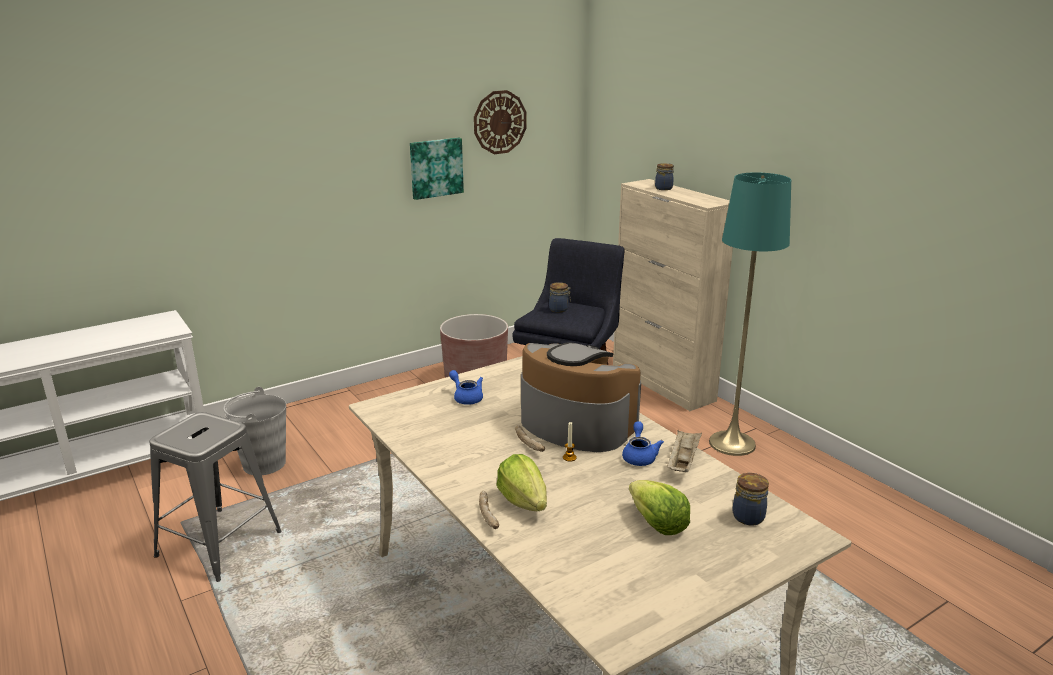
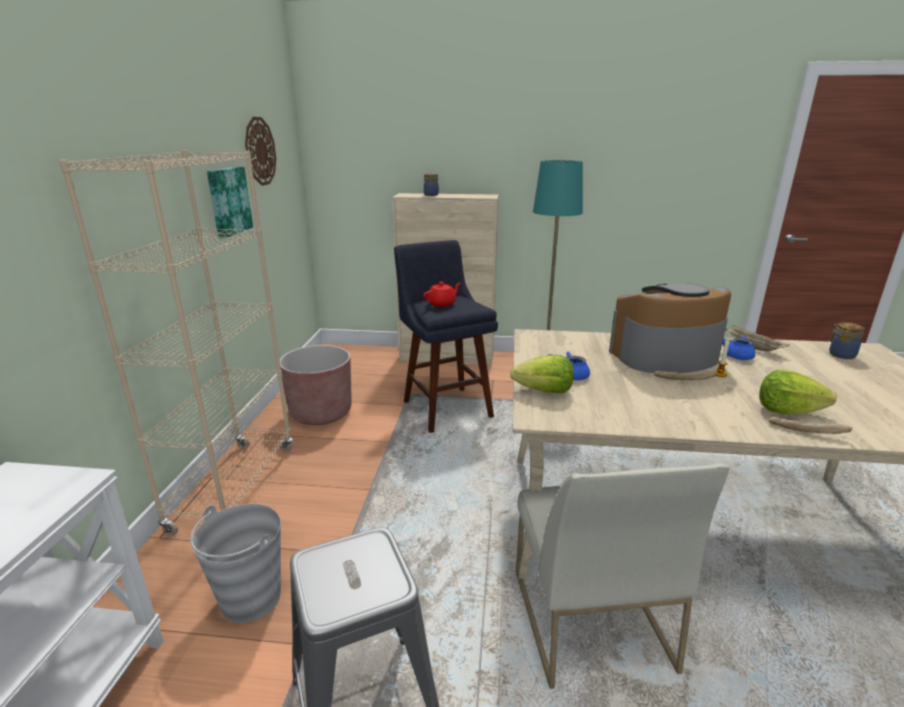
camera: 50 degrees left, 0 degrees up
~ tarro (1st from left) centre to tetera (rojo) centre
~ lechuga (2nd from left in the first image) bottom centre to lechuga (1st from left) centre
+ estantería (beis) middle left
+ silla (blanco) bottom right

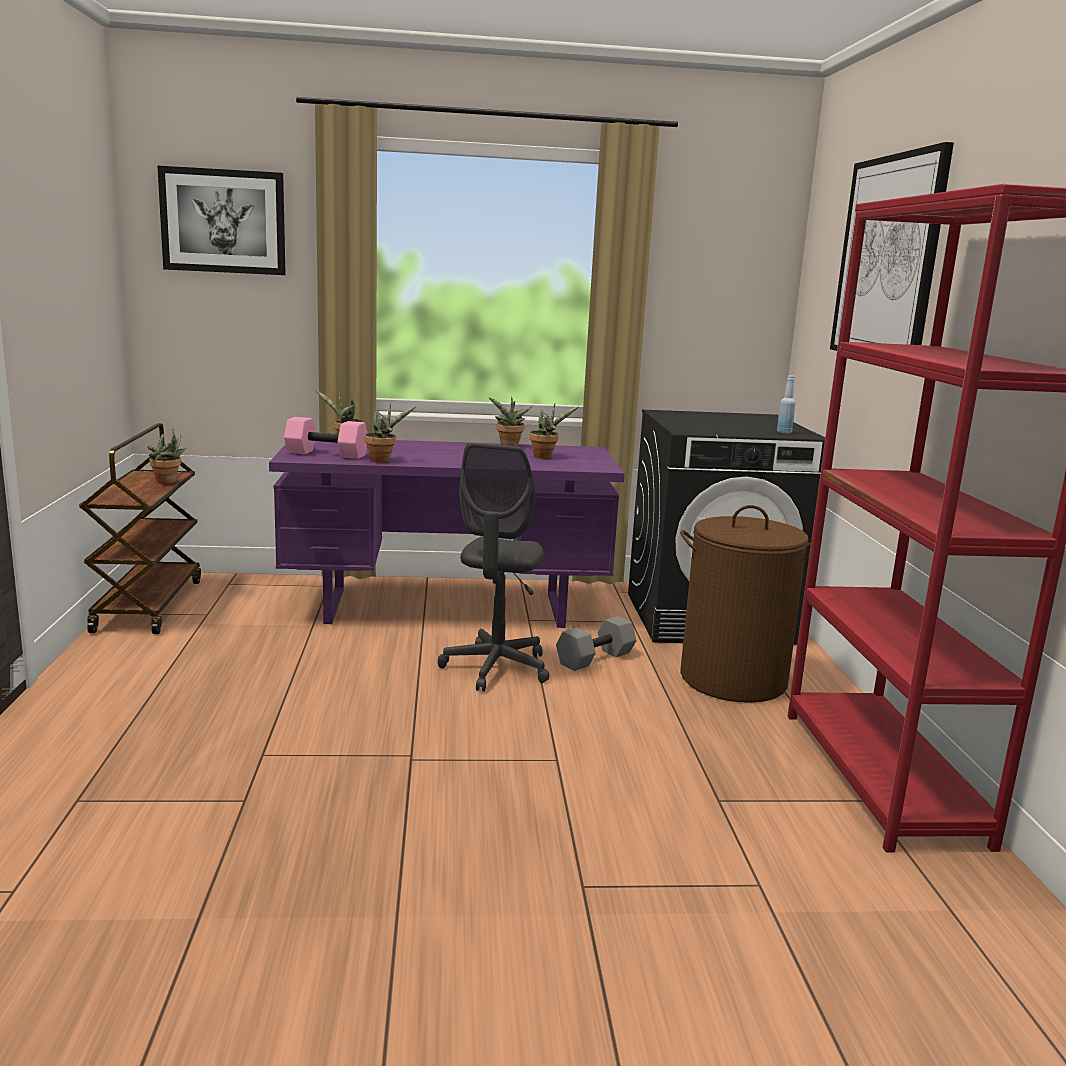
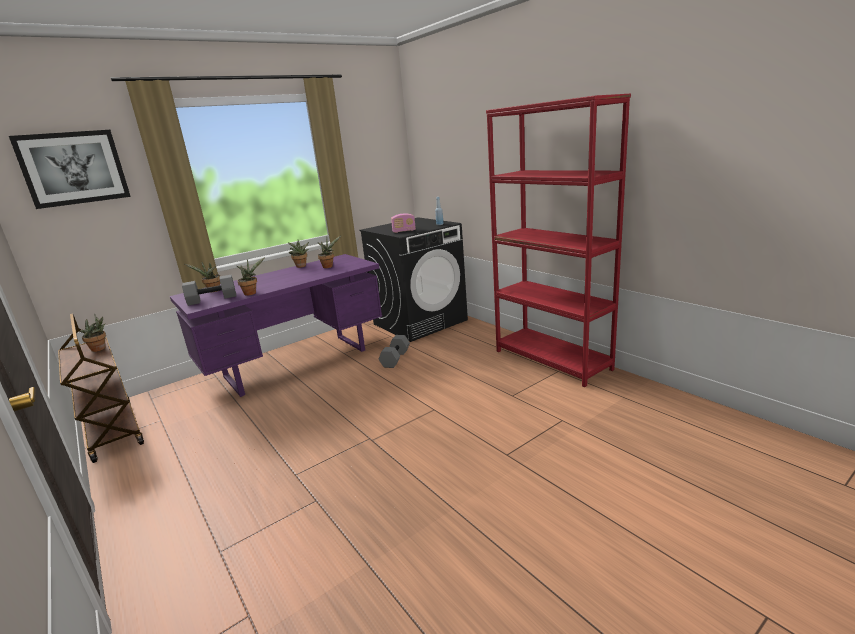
camera: 30 degrees left, 5 degrees up
- cuadro (2nd from left) top right
~ mancuerna (rosa) middle left to mancuerna (gris) (1st from left) middle left
- silla de oficina (gris) centre
- cesto de la ropa (marrón) middle right
+ radio centre

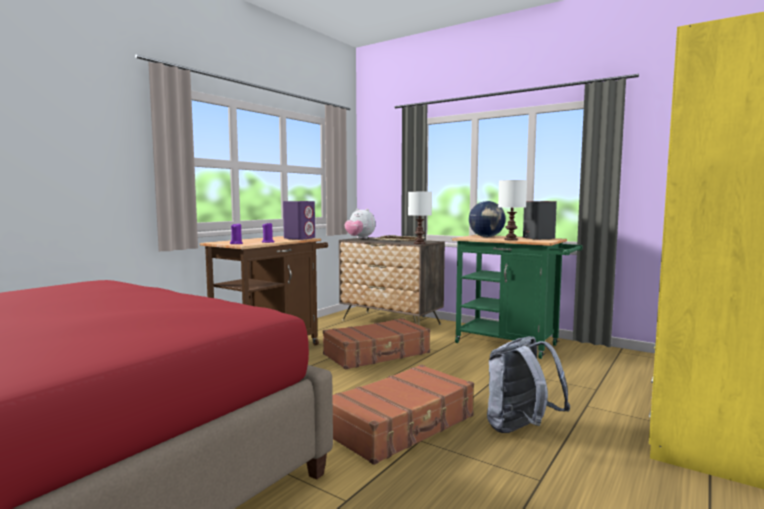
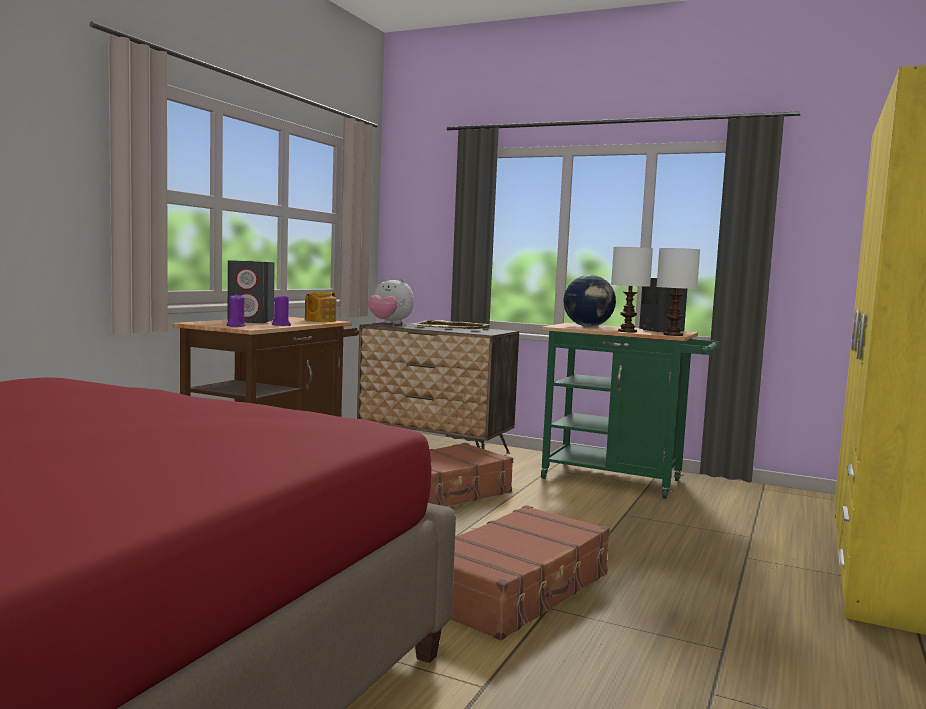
camera: 10 degrees left, 0 degrees up
~ lámpara de mesa (blanco) (1st from left in the first image) centre to lámpara de mesa (blanco) (2nd from left) middle right
~ altavoz (morado) centre to tetera centre
- mochila (gris) bottom right
+ altavoz (gris) (1st from left) middle left

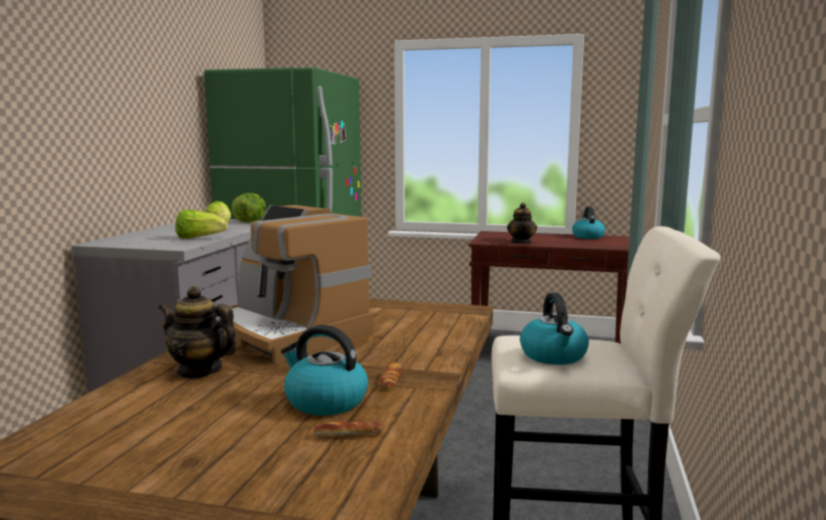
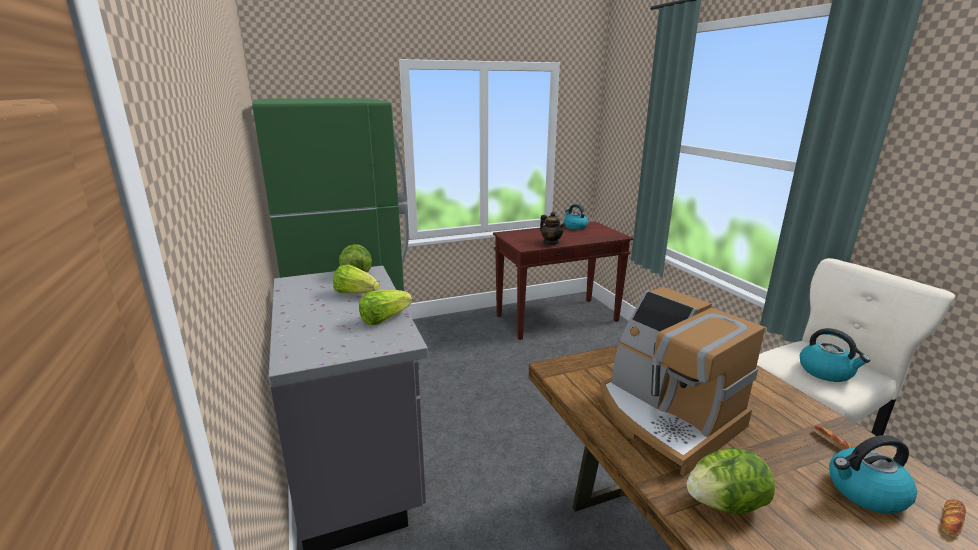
camera: 35 degrees left, 10 degrees up
~ cafetera centre = bottom right 45 degrees clockwise
~ tetera (1st from left) middle left to lechuga (4th from left) bottom right

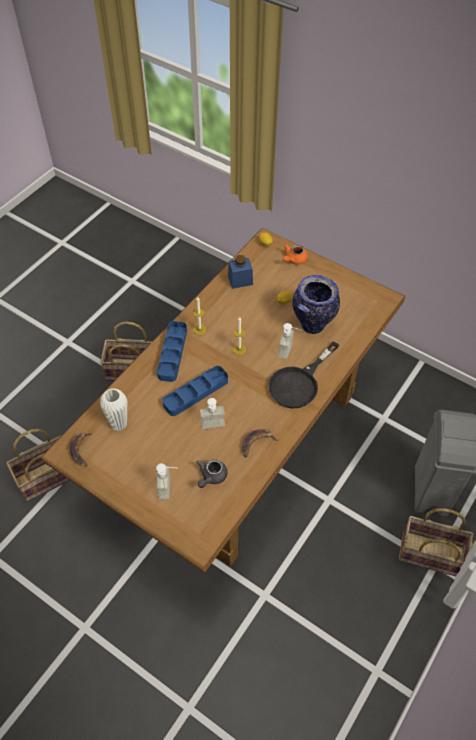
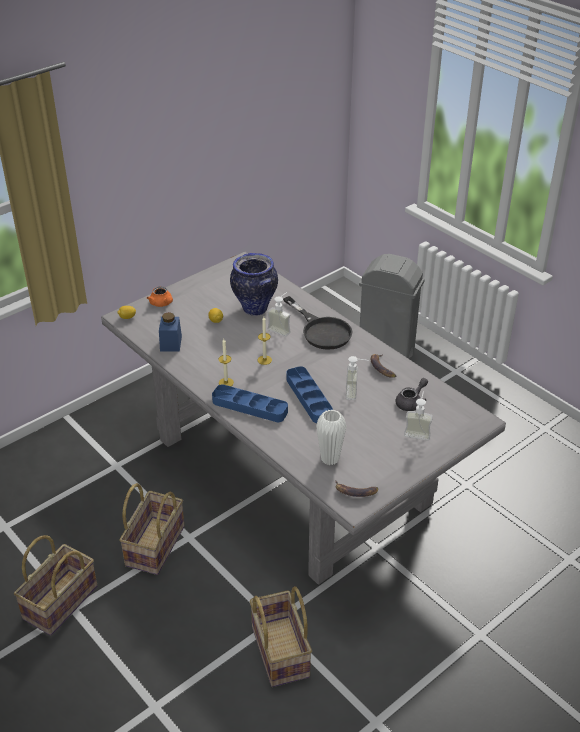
camera: 75 degrees left, 15 degrees down
~ mesa de comedor (marrón) centre to mesa de comedor (gris) centre
~ tetera (gris) centre = middle right 90 degrees counterclockwise
~ cesta (3rd from left in the first image) bottom right to cesta (1st from left) bottom left

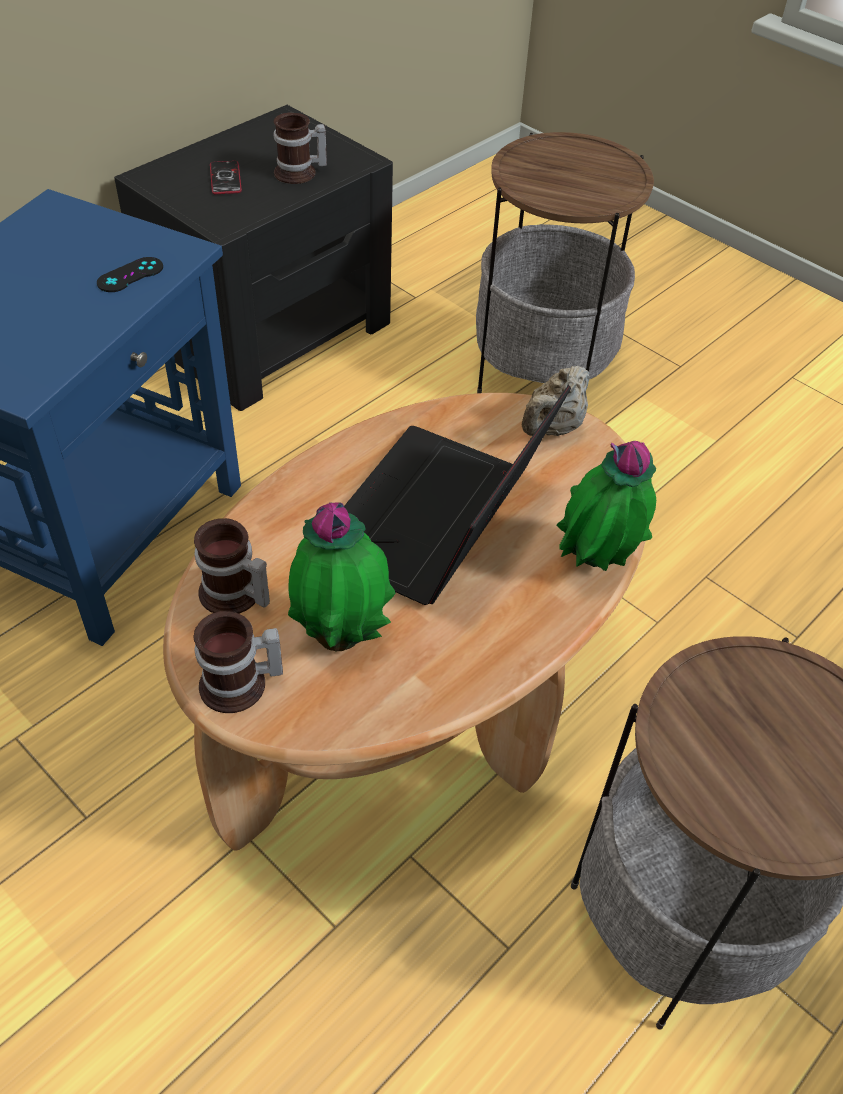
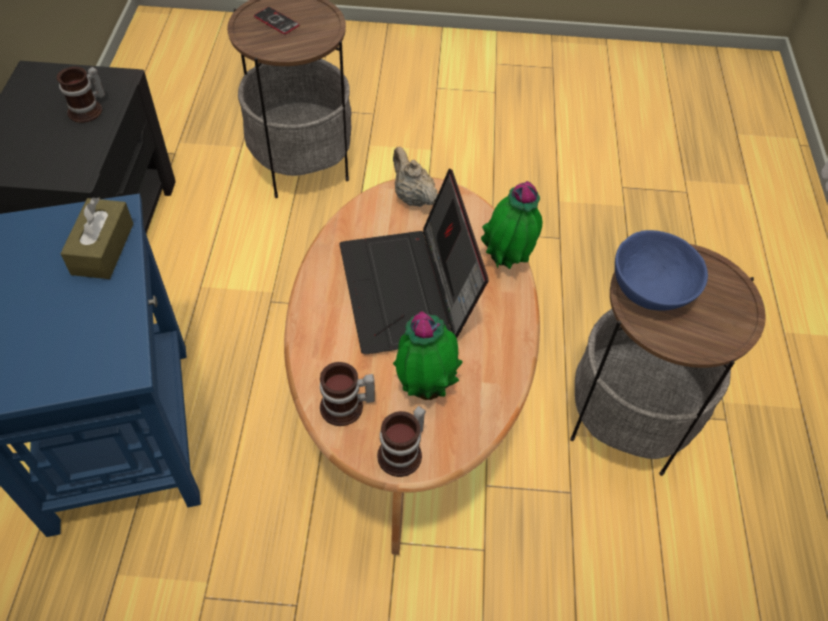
camera: 40 degrees left, 5 degrees up
~ móvil top left to top centre
~ mando de consola (negro) top left to caja de pañuelos (marrón) middle left
~ tetera (beis) centre = top centre 150 degrees clockwise
+ cuenco (azul) middle right

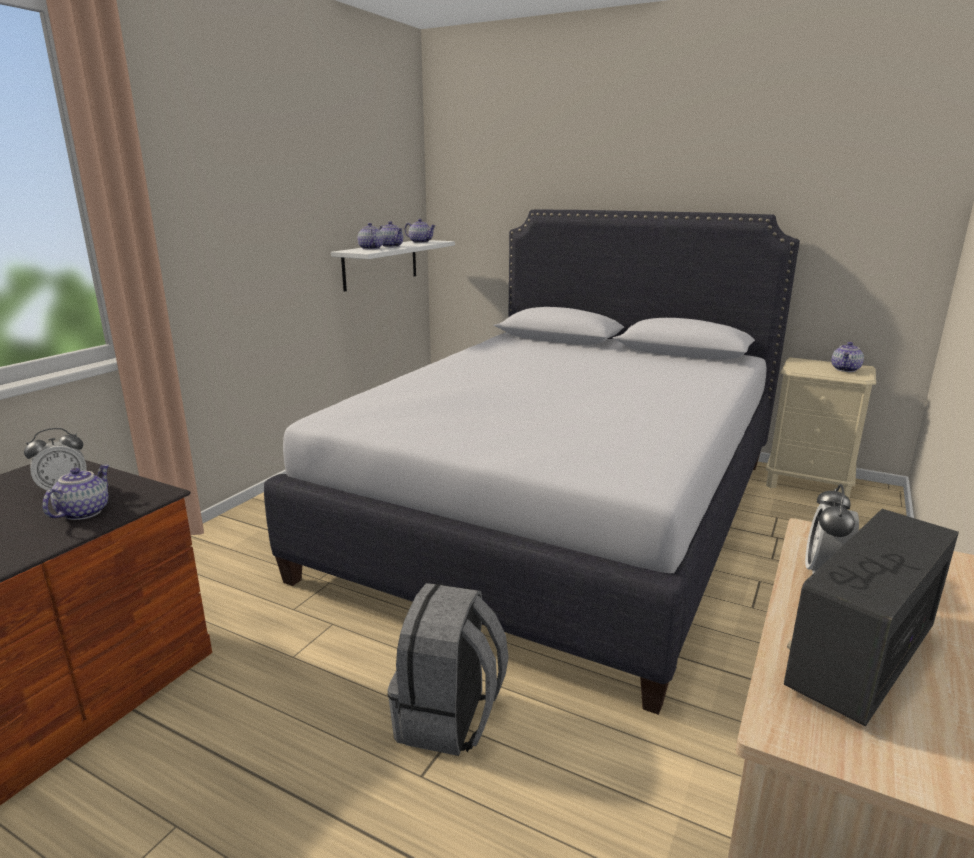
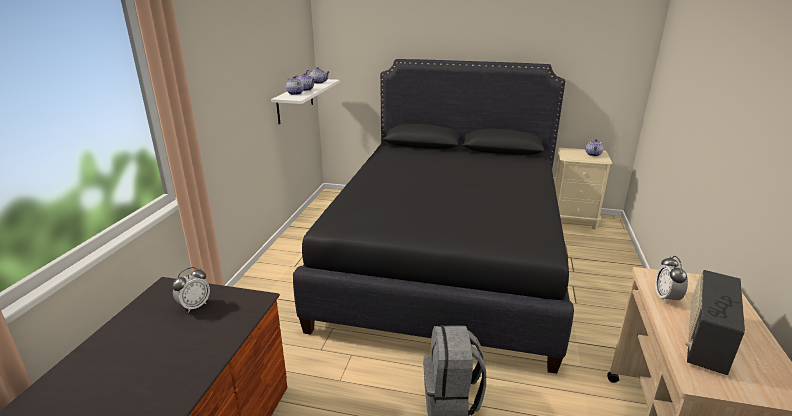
camera: 15 degrees left, 5 degrees up
~ cama (blanco) centre to cama (negro) centre
- tetera (1st from left) middle left

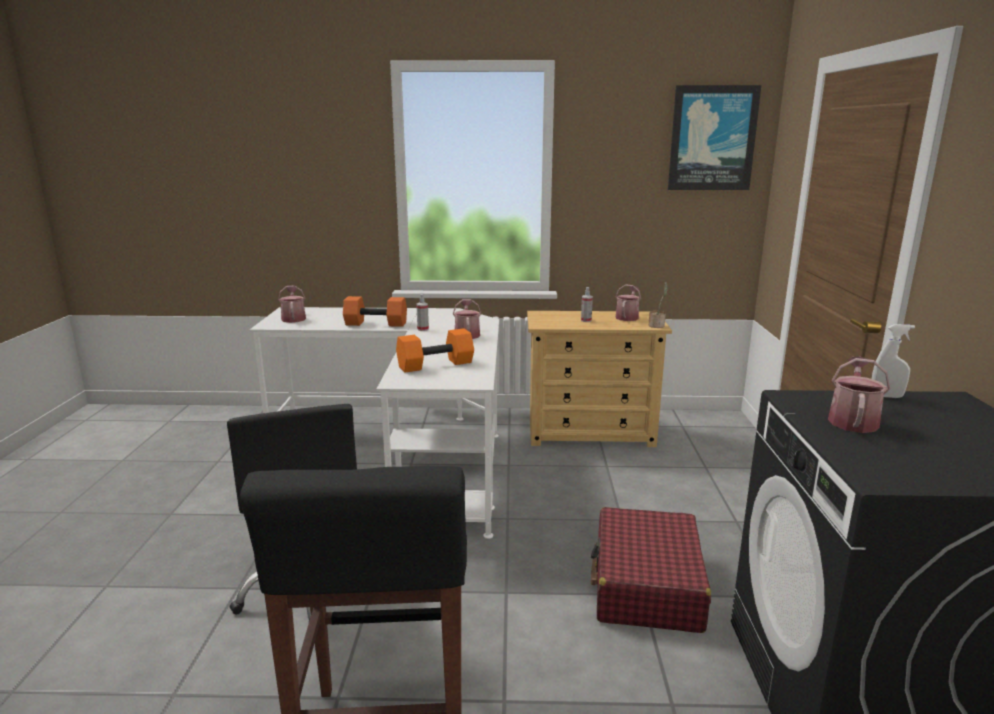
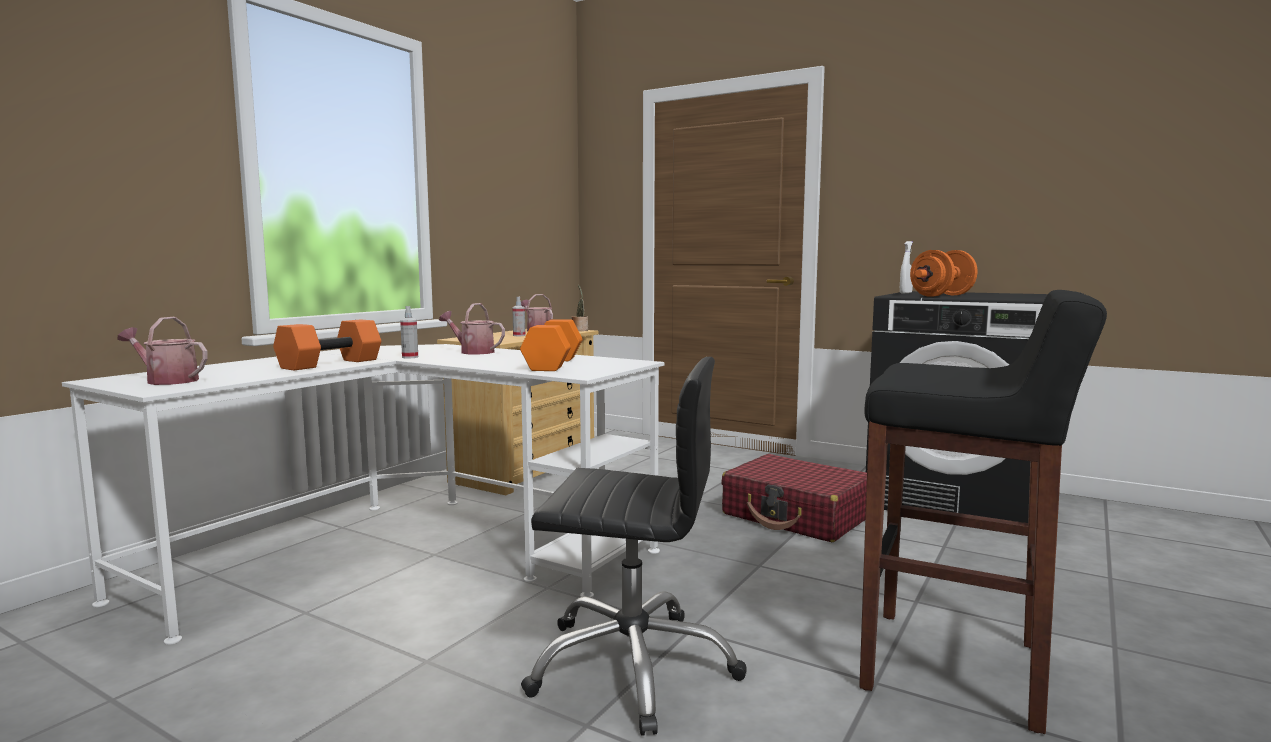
camera: 60 degrees left, 10 degrees down
- cuadro top right
~ regadera (4th from left) middle right to mancuerna (naranja) (3rd from left) middle right

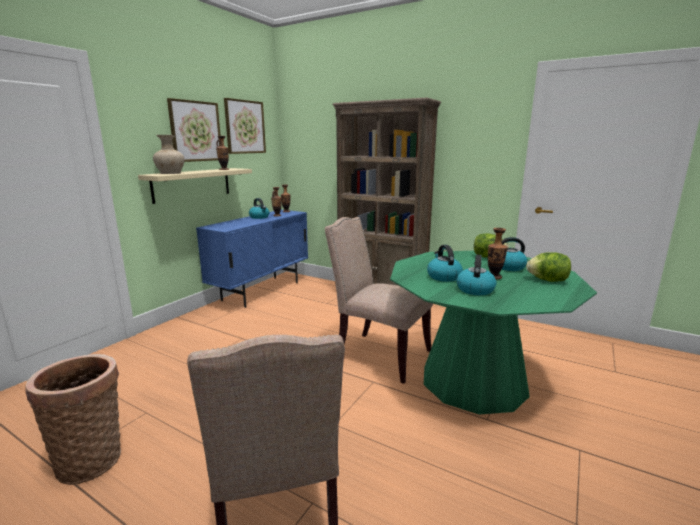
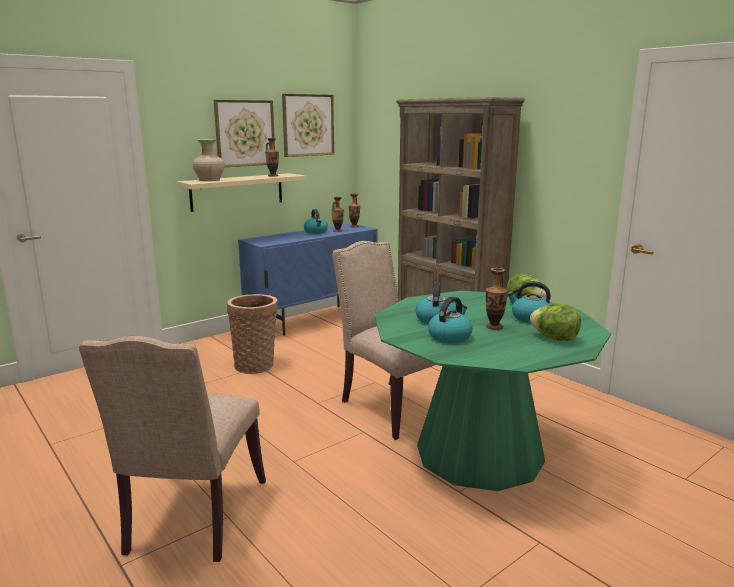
camera: 20 degrees right, 0 degrees up
~ cesta bottom left to centre

